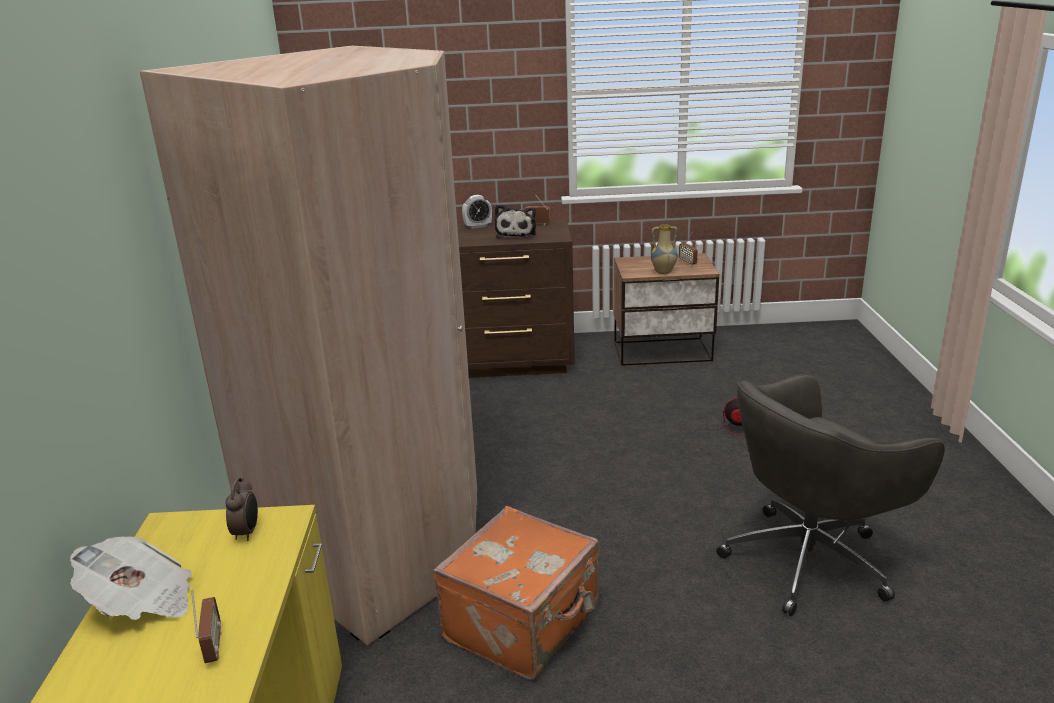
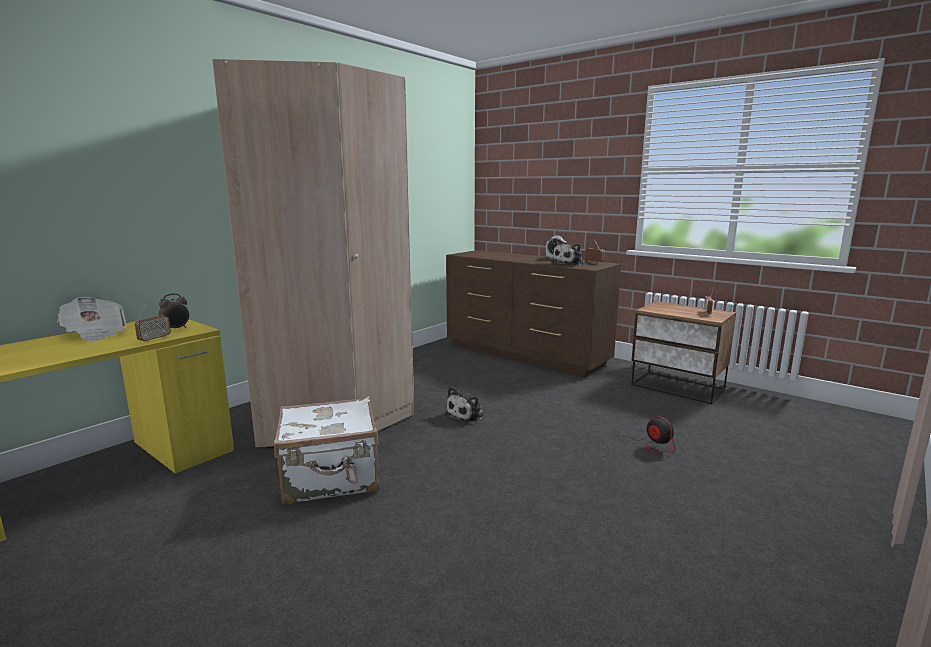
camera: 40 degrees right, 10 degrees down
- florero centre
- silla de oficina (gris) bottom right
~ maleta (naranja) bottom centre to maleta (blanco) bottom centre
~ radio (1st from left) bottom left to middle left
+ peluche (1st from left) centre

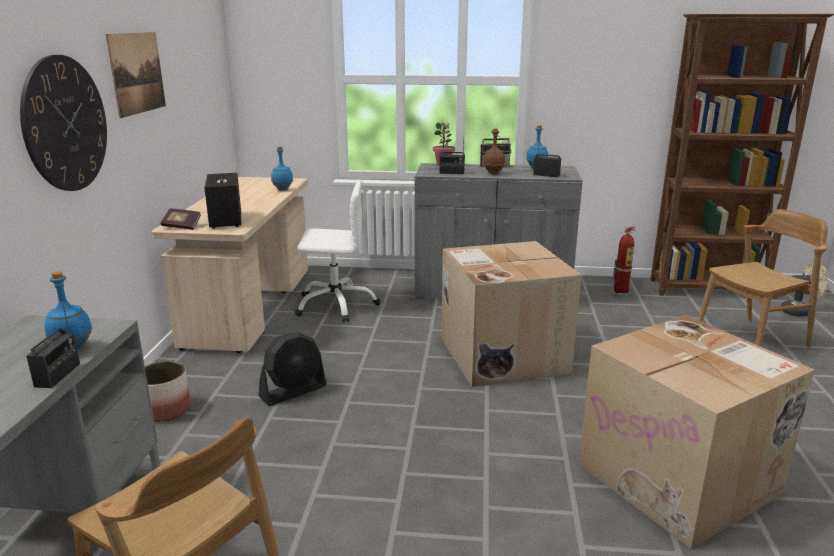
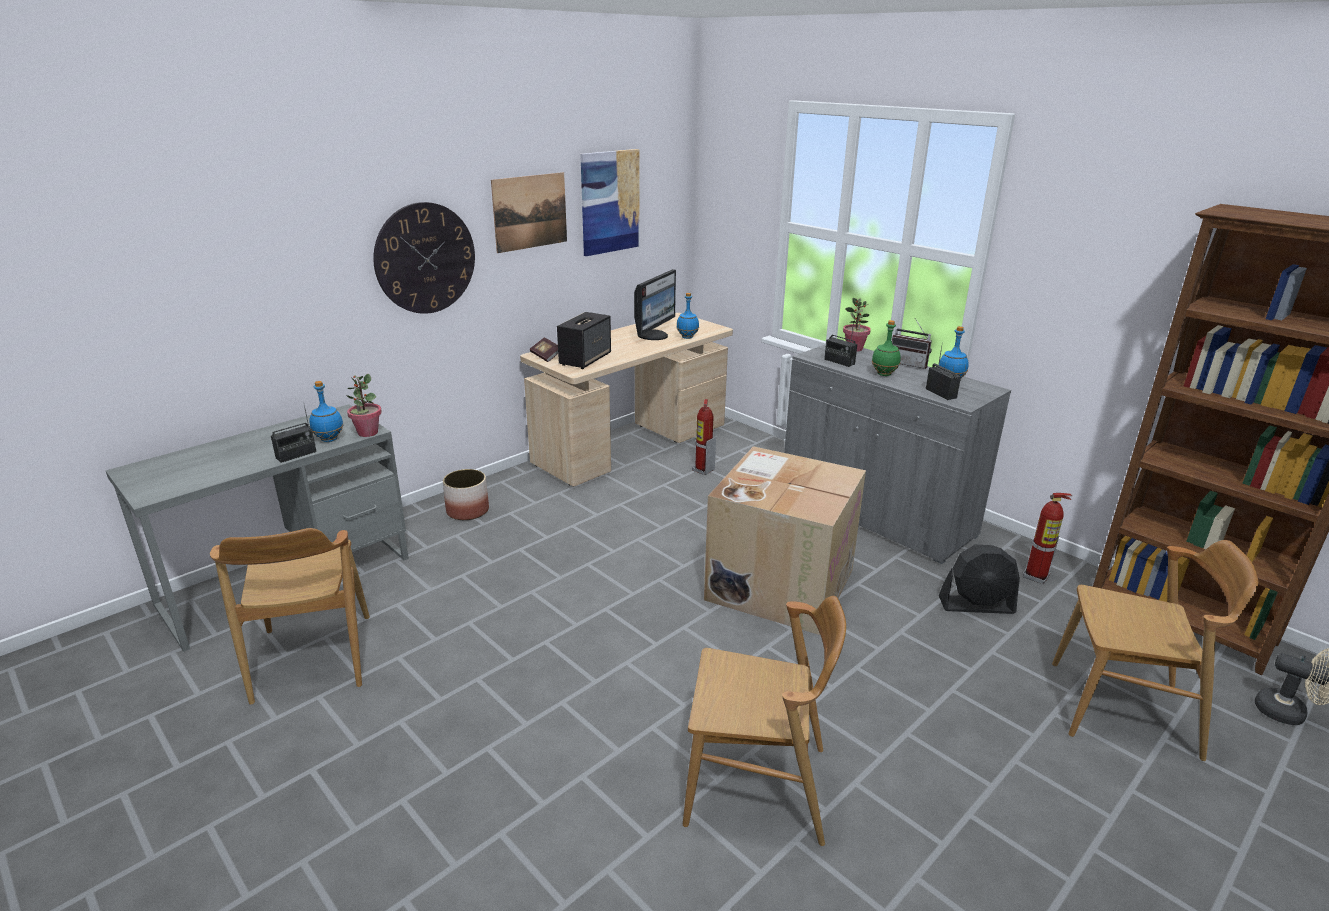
camera: 40 degrees right, 5 degrees up
~ botella (marrón) top centre to botella (verde) middle right
~ silla de oficina (blanco) centre to extintor (1st from left) centre
~ caja de cartón (2nd from left) bottom right to silla (marrón) (2nd from left) bottom centre
~ ventilador (negro) centre to middle right
+ cuadro (2nd from left) top centre
+ monitor centre
+ planta en maceta (1st from left) middle left

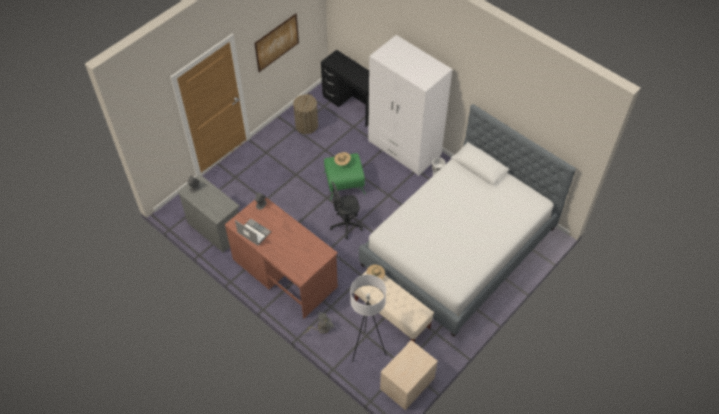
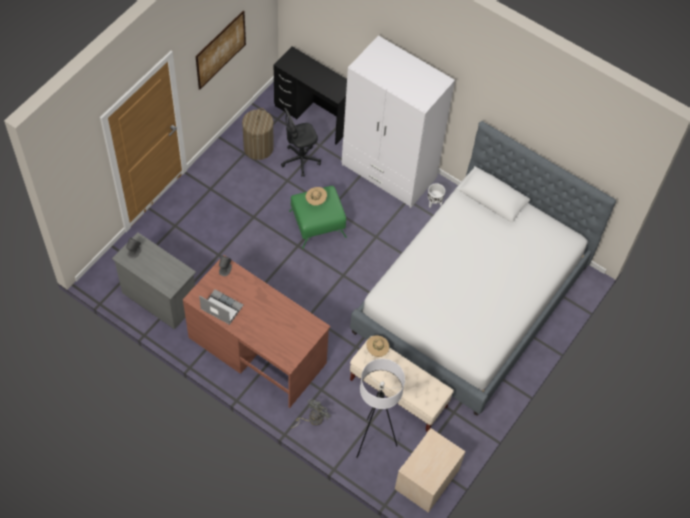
camera: 10 degrees left, 5 degrees up
~ silla de oficina (negro) centre to top centre

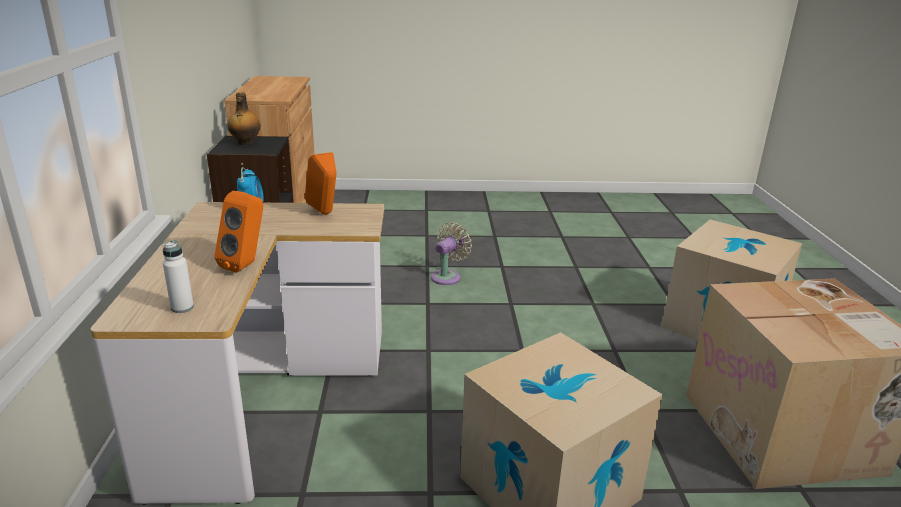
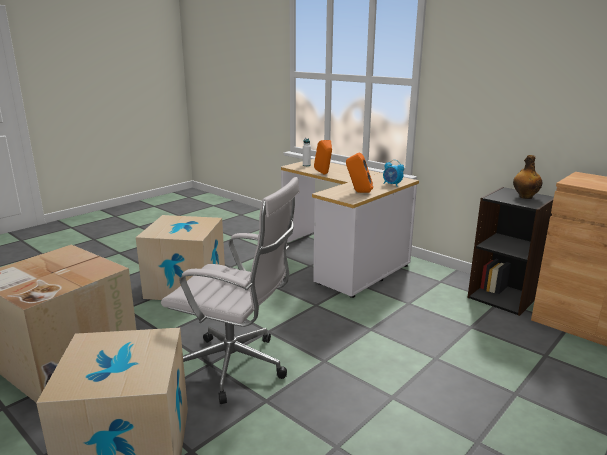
camera: 135 degrees right, 5 degrees down
- ventilador (beis) centre
+ silla de oficina (blanco) centre

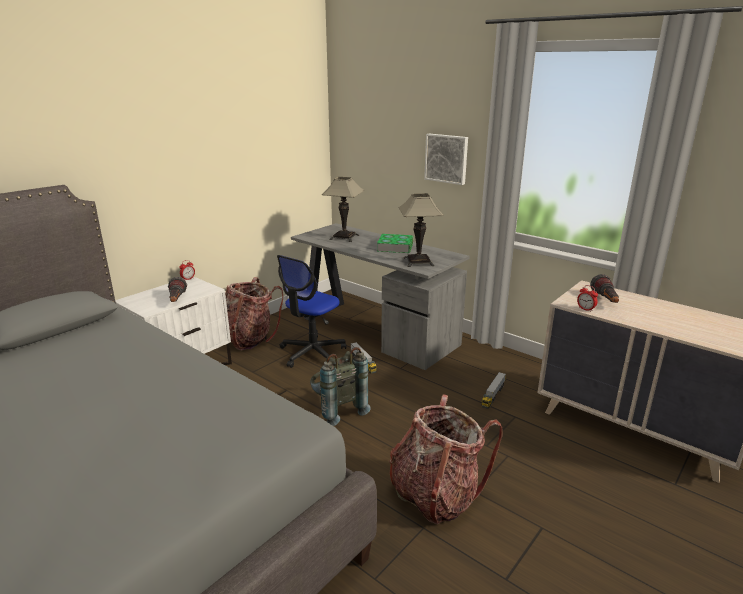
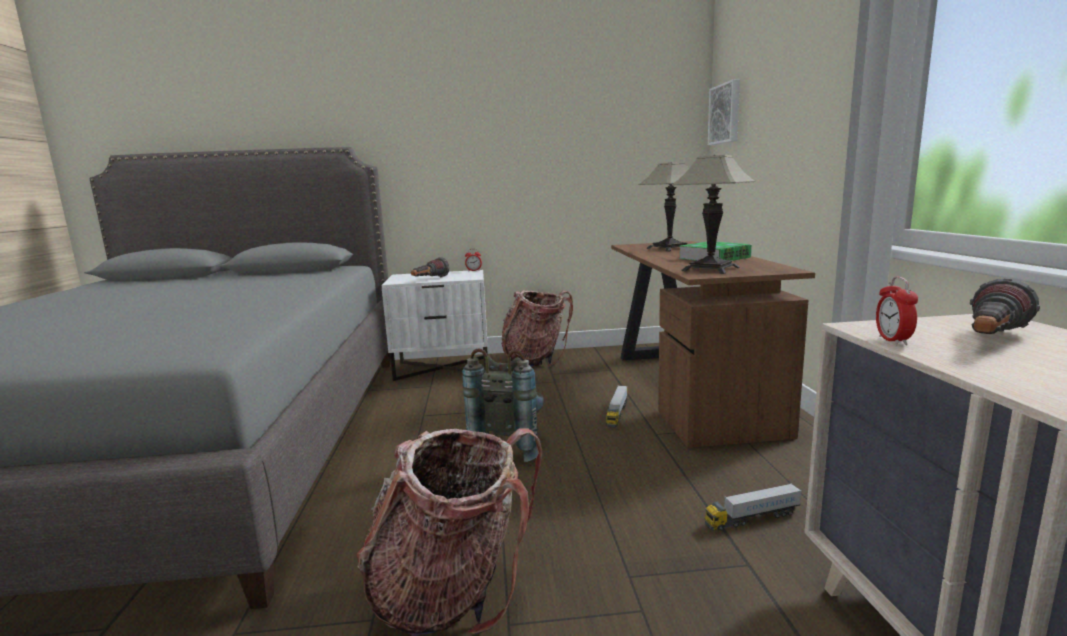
camera: 45 degrees right, 10 degrees down
~ cuadro top centre to top right
~ escritorio (gris) centre to escritorio (marrón) middle right
- silla de oficina centre

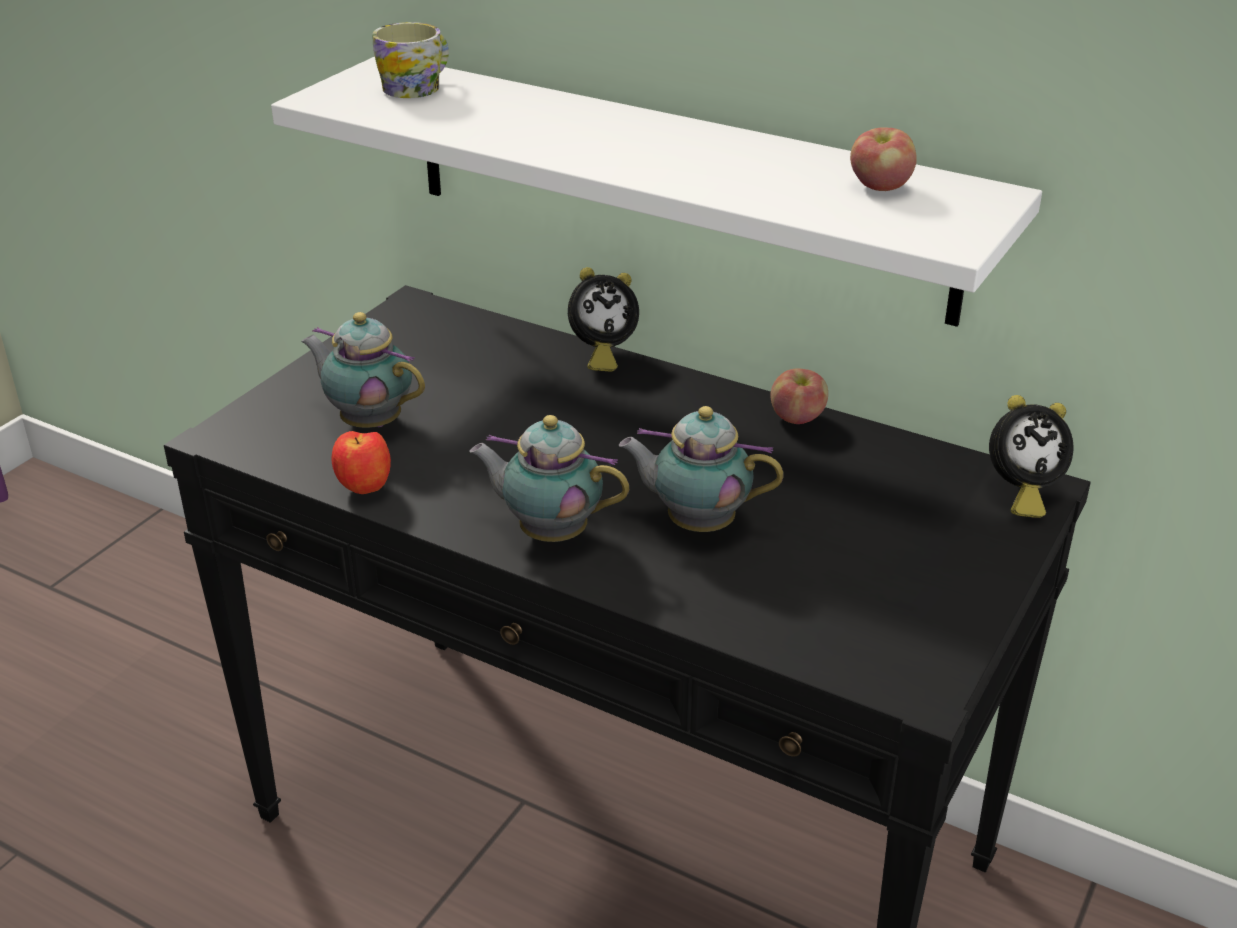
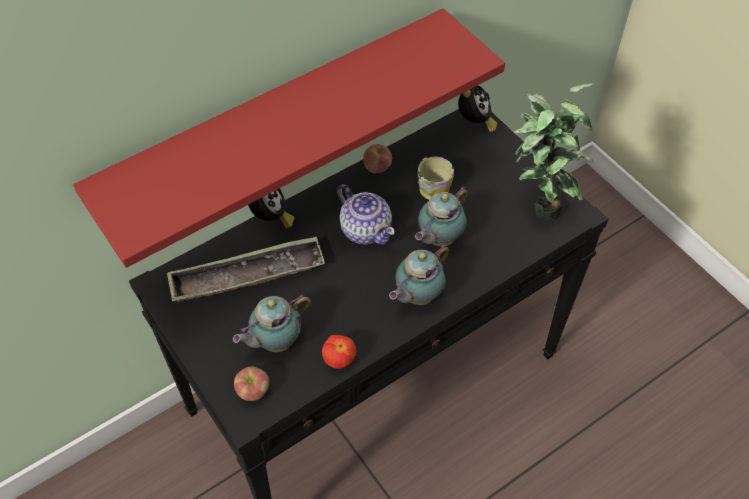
camera: 65 degrees left, 20 degrees up
~ taza grande top left to centre
~ estante (blanco) top centre to estante (rojo) top centre
~ manzana (3rd from left in the first image) top right to manzana (1st from left) bottom centre
+ planta en maceta top right
+ tetera (2nd from left) centre
+ bandeja middle left

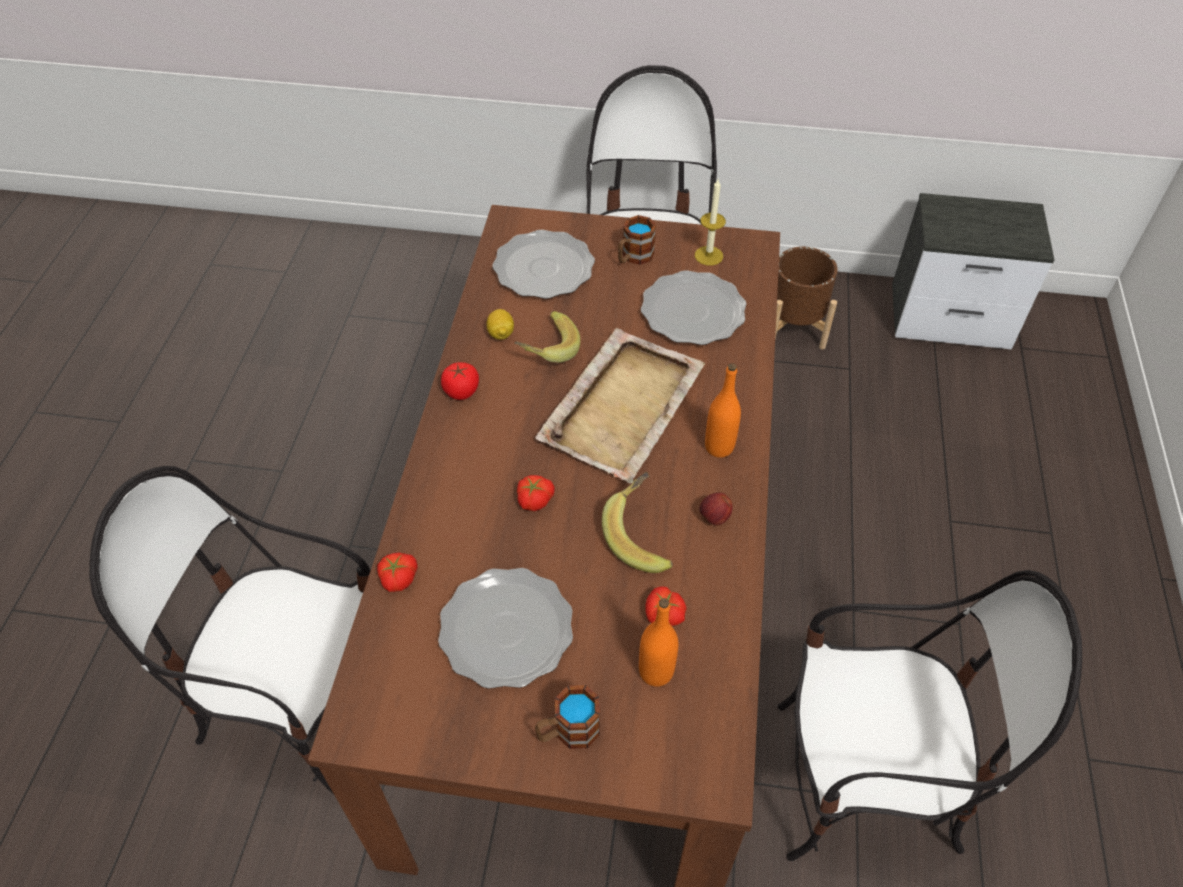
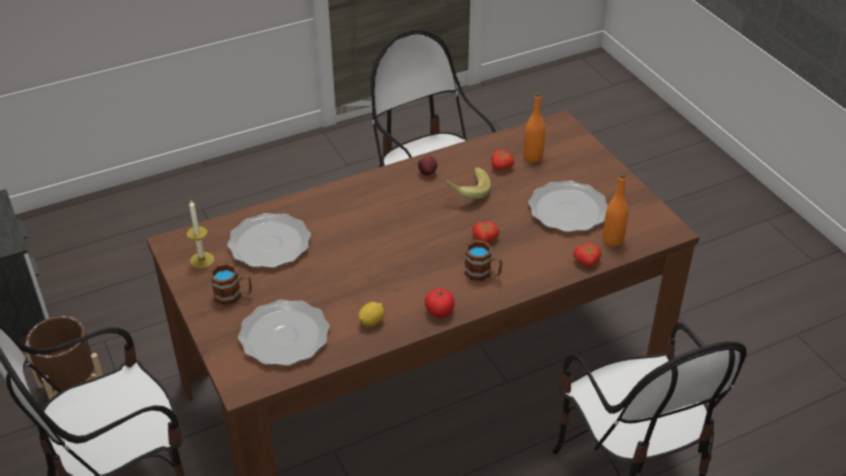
camera: 125 degrees left, 10 degrees down
- plátano (1st from left) centre
- bandeja (beis) centre
~ botella (naranja) (2nd from left) centre to middle right
~ taza grande (1st from left in the first image) bottom centre to taza grande (2nd from left) centre

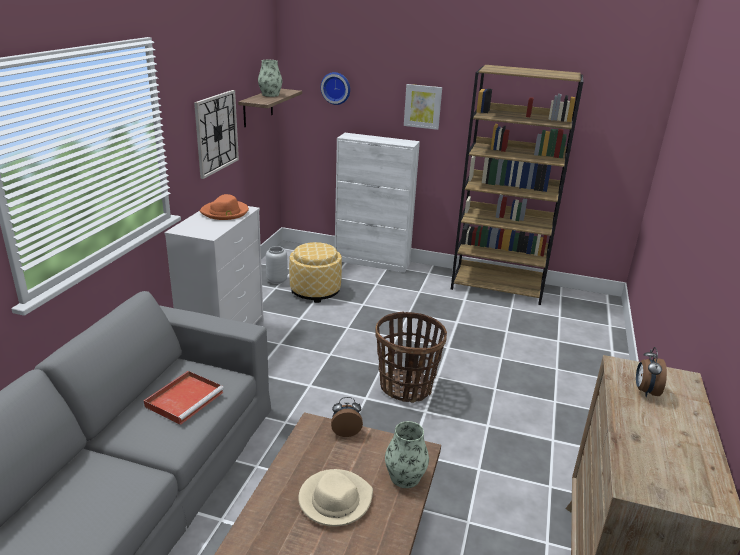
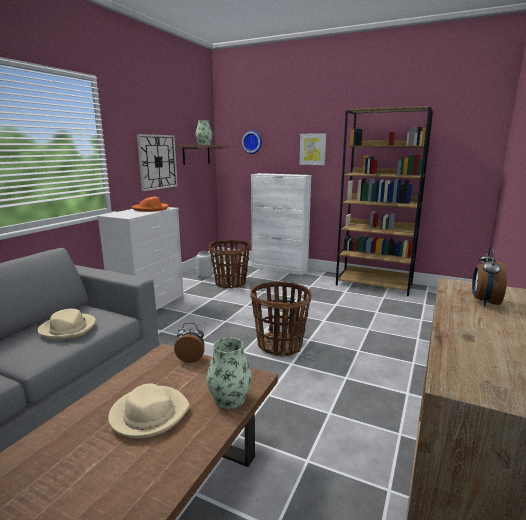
camera: 10 degrees right, 10 degrees down
~ puf centre to cesta (1st from left) centre
~ bandeja (rojo) bottom left to sombrero (beis) (1st from left) middle left

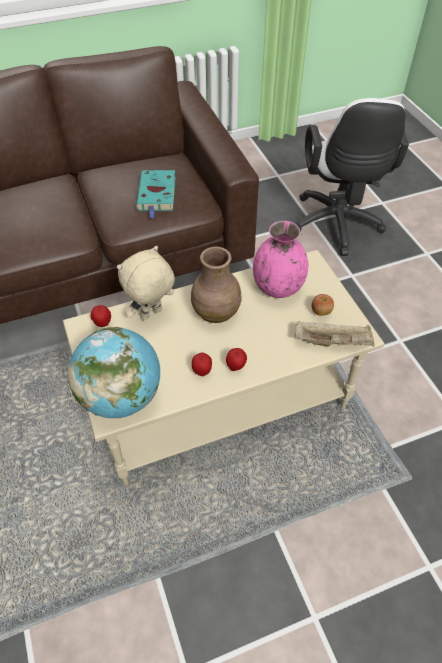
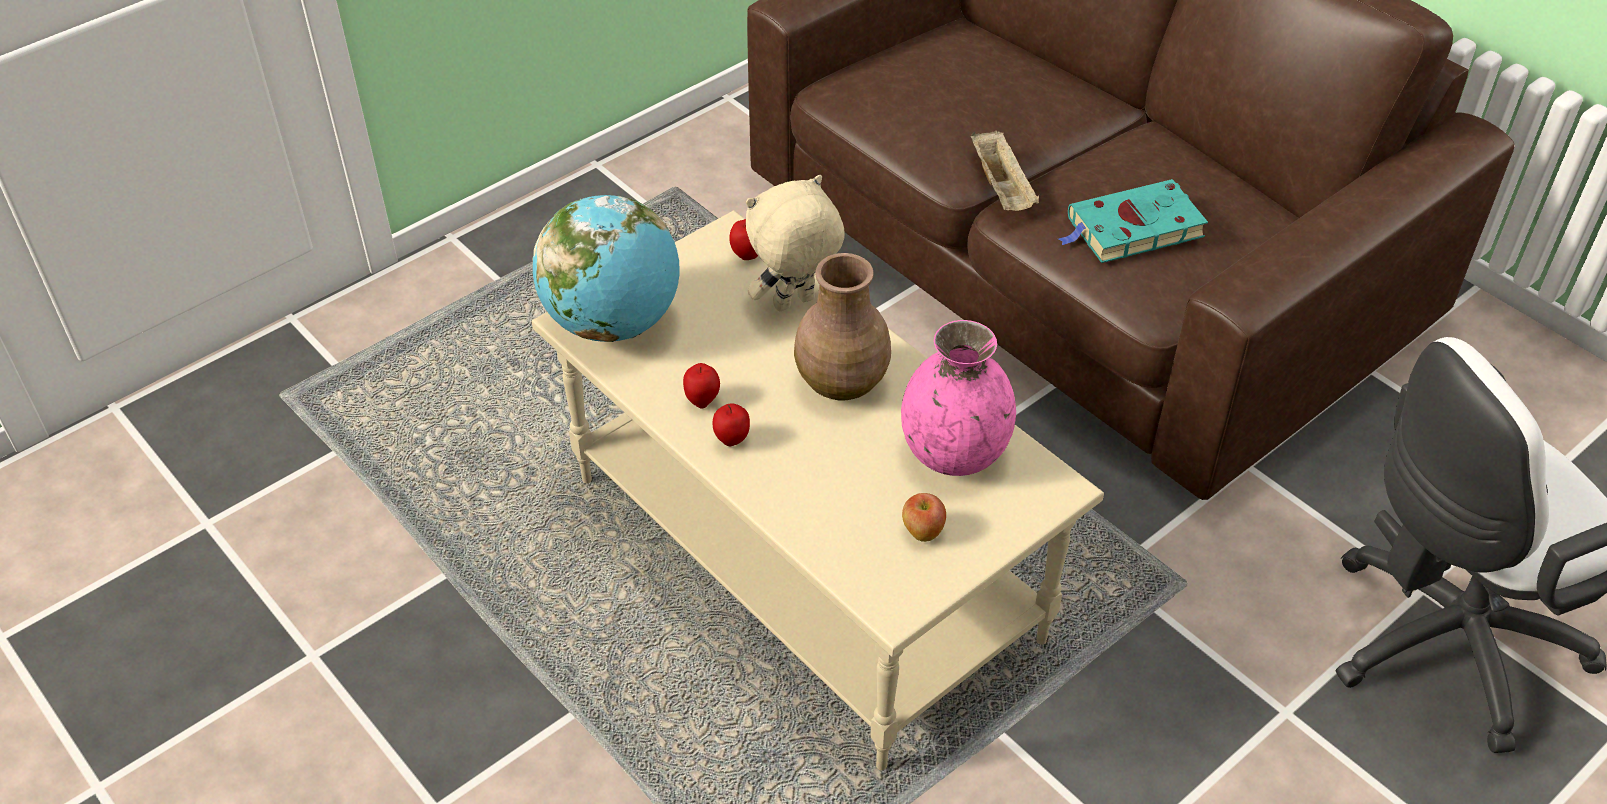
camera: 70 degrees right, 5 degrees down
~ peluche (beis) middle left = top centre 60 degrees counterclockwise
~ bandeja (beis) middle right to top centre

